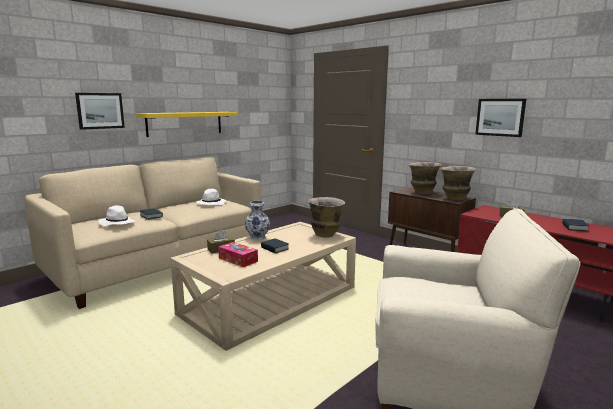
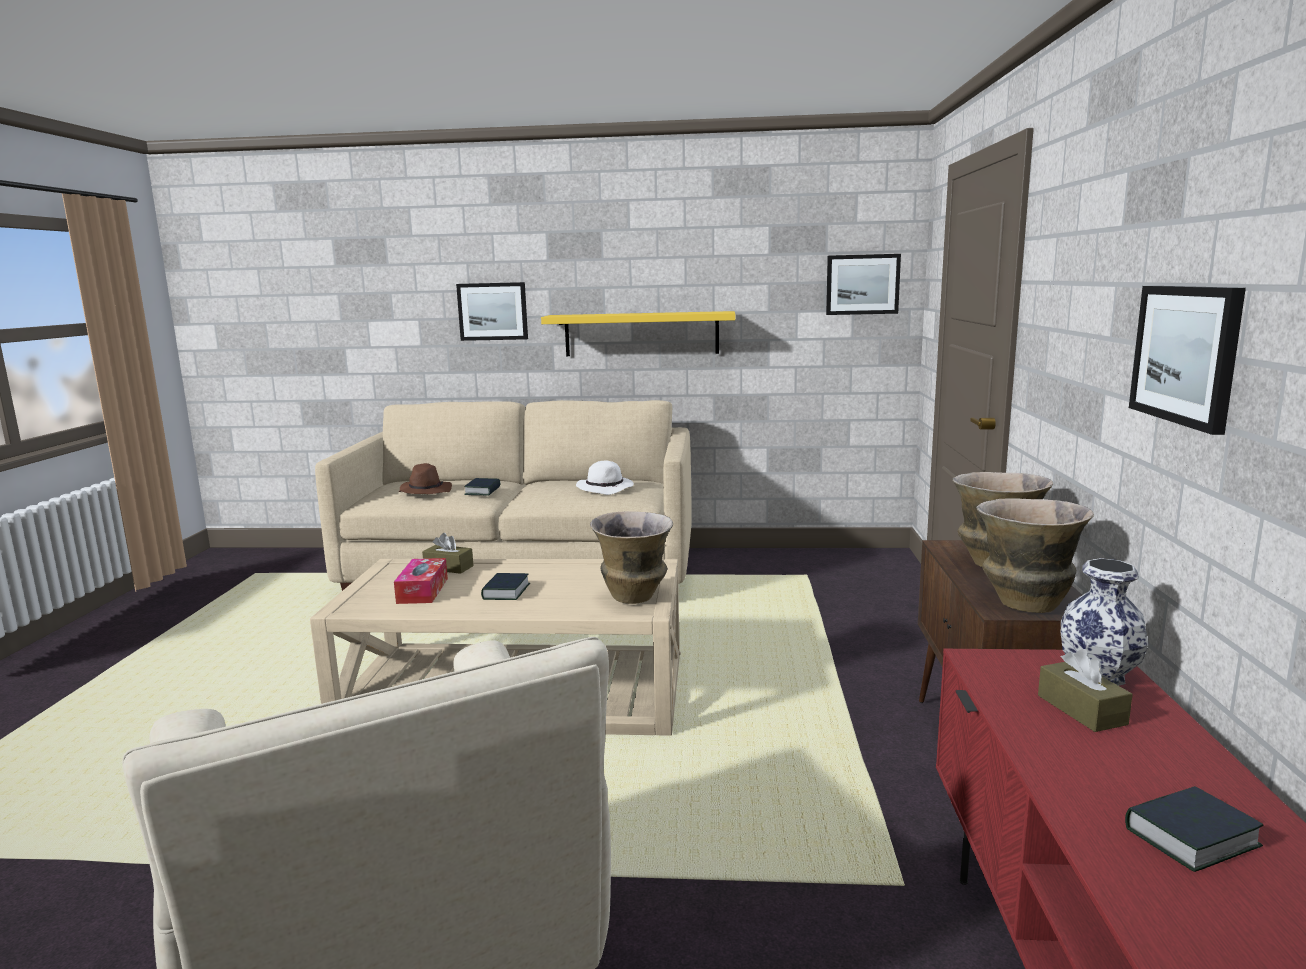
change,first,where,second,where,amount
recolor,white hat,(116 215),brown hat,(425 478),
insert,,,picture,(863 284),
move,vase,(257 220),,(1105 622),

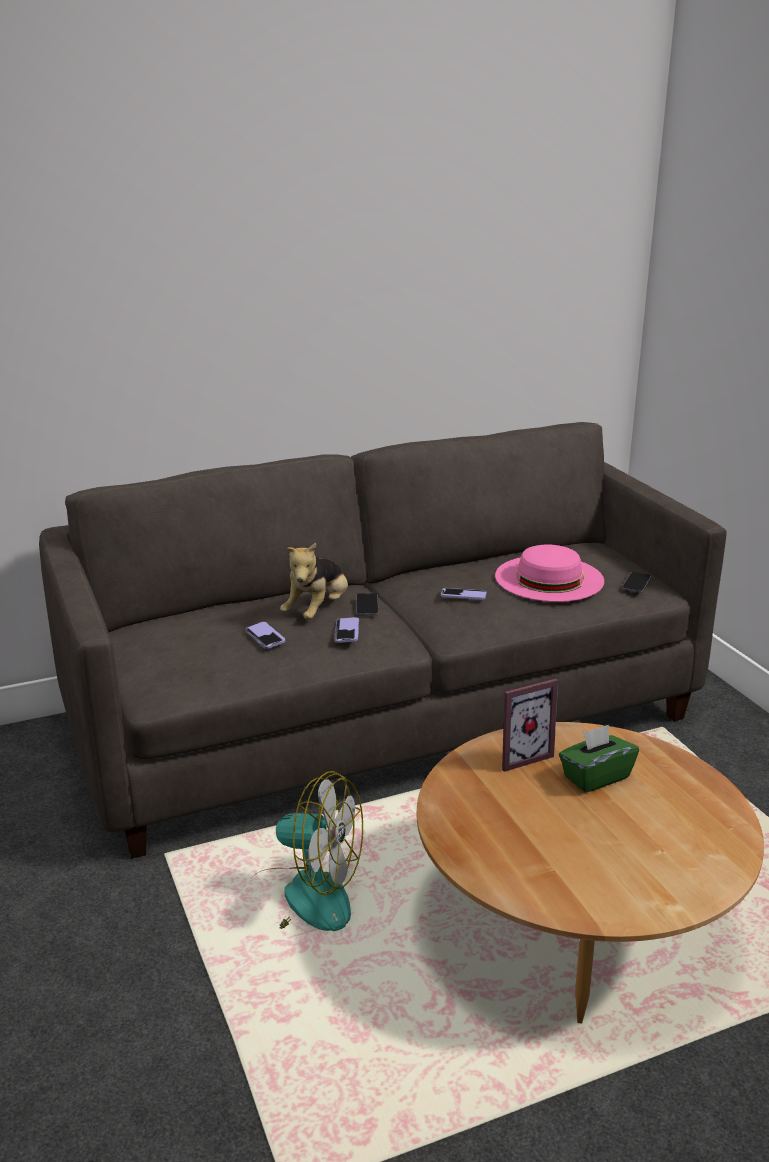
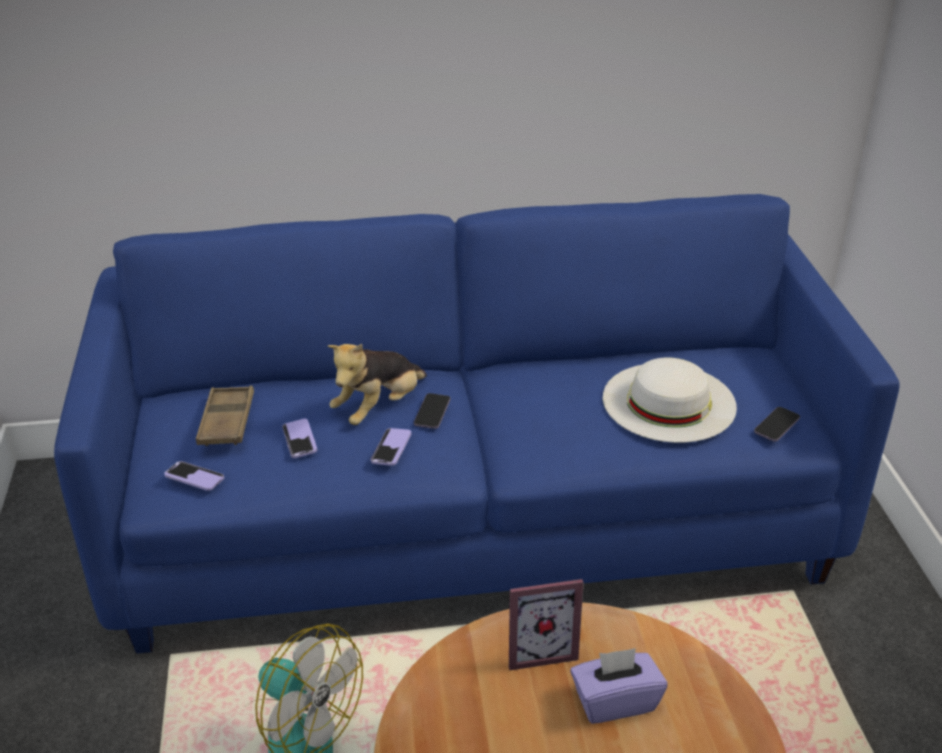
change,first,where,second,where,amount
recolor,grey sofa,(383 640),blue sofa,(477 424),
move,phone,(463 594),,(194 476),
insert,,,brown tray,(225 415),
recolor,green tissue box,(599 758),purple tissue box,(618 686),
recolor,pink hat,(549 573),white hat,(670 400),

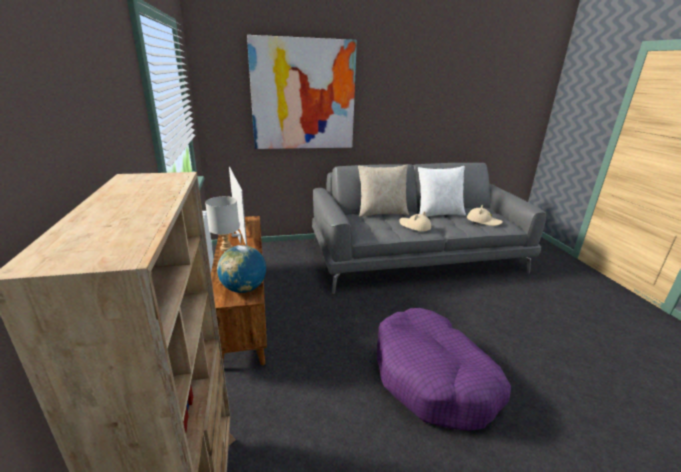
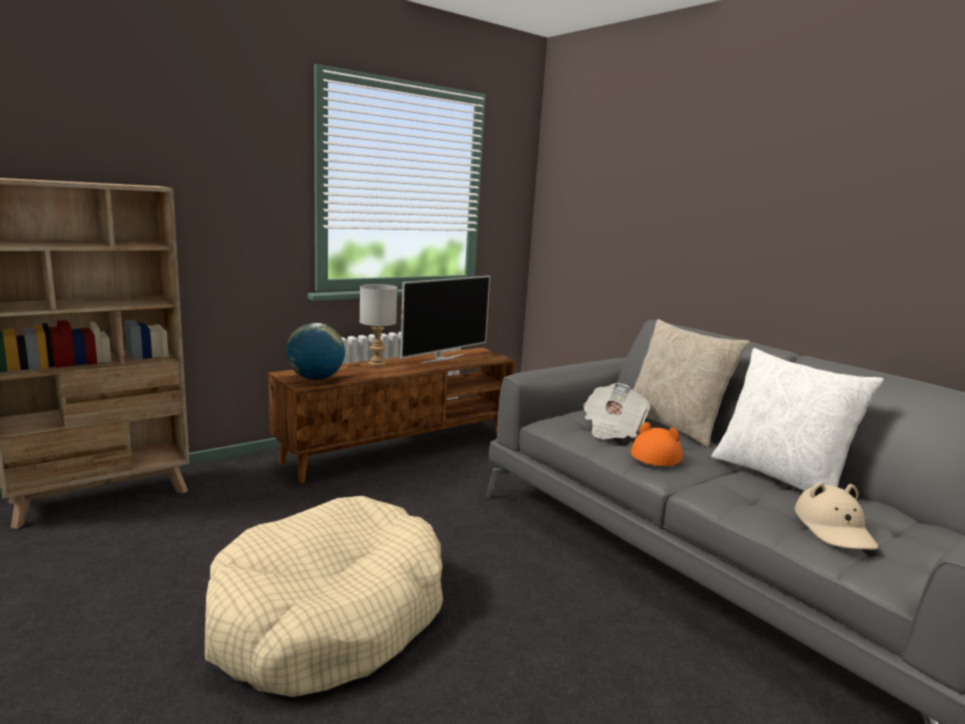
change,first,where,second,where,amount
recolor,purple dog bed,(444 369),beige dog bed,(324 596),
insert,,,newspaper,(616 411),
recolor,beige hat,(415 221),orange hat,(657 444),
delete,picture,(302 92),,,

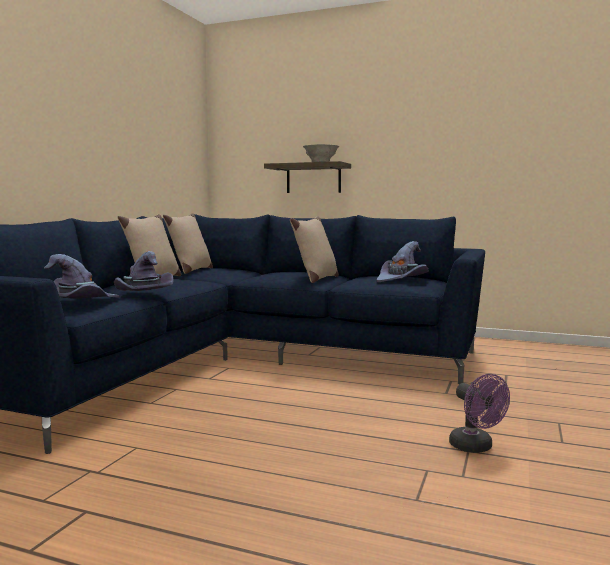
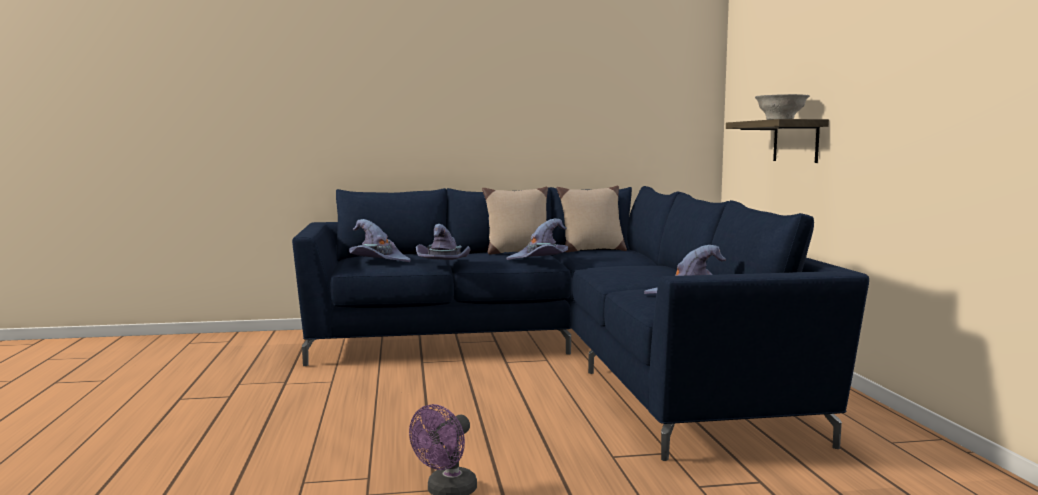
change,first,where,second,where,amount
insert,,,purple hat,(537 239),
delete,beige pillow,(314 249),,,

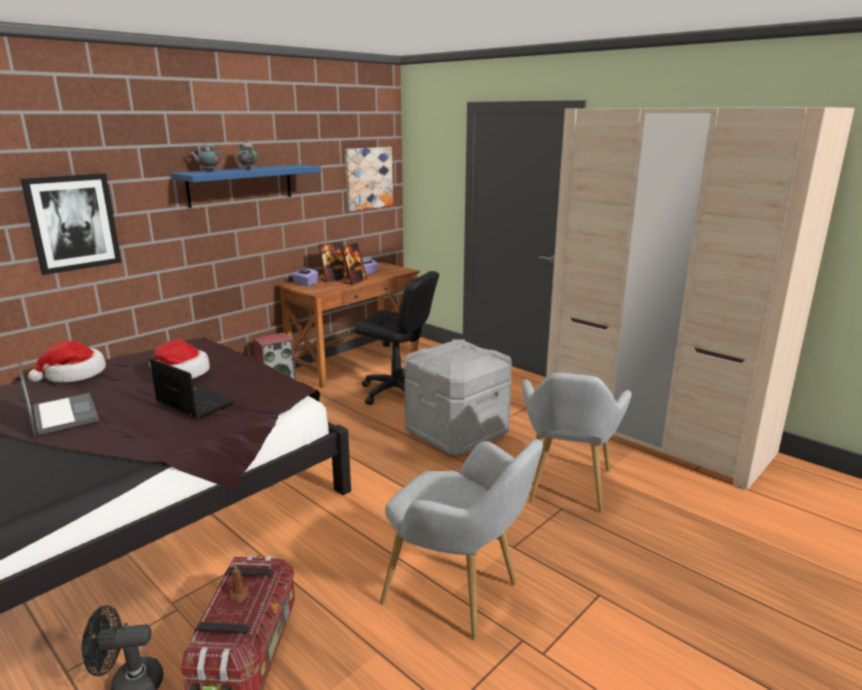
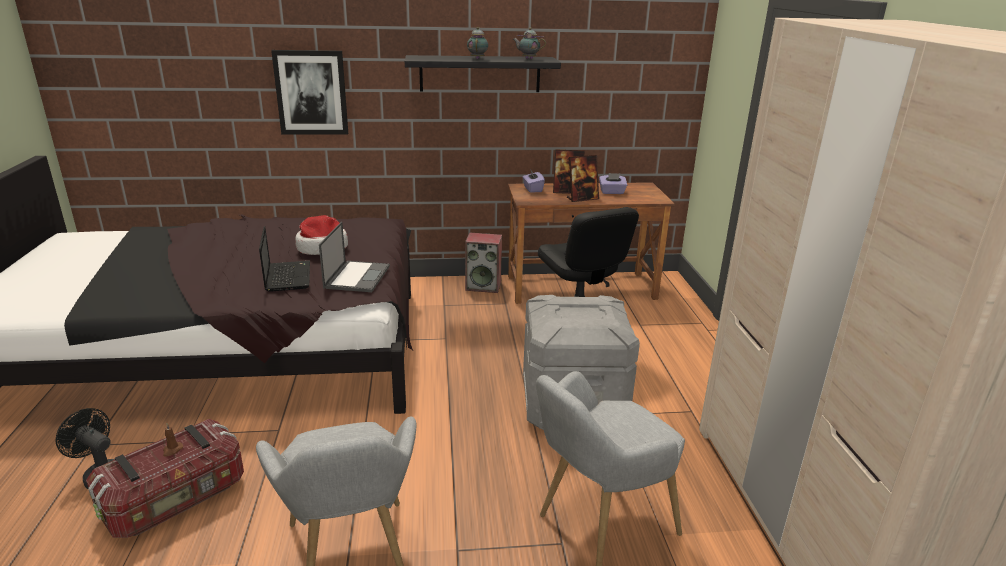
change,first,where,second,where,amount
move,laptop,(58 398),,(354 257),
recolor,blue shelf,(246 186),black shelf,(483 73),
move,teapot,(207 156),,(529 43),
delete,hat,(67 361),,,
delete,picture,(369 179),,,

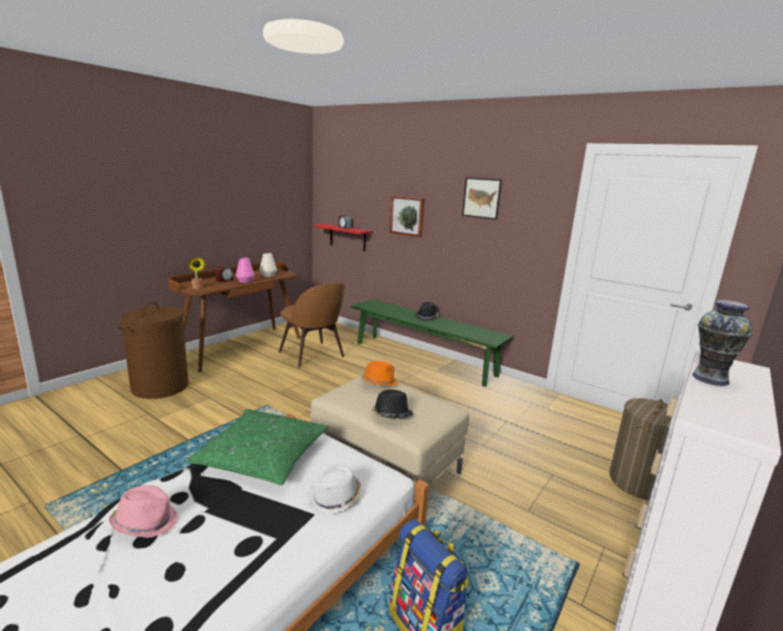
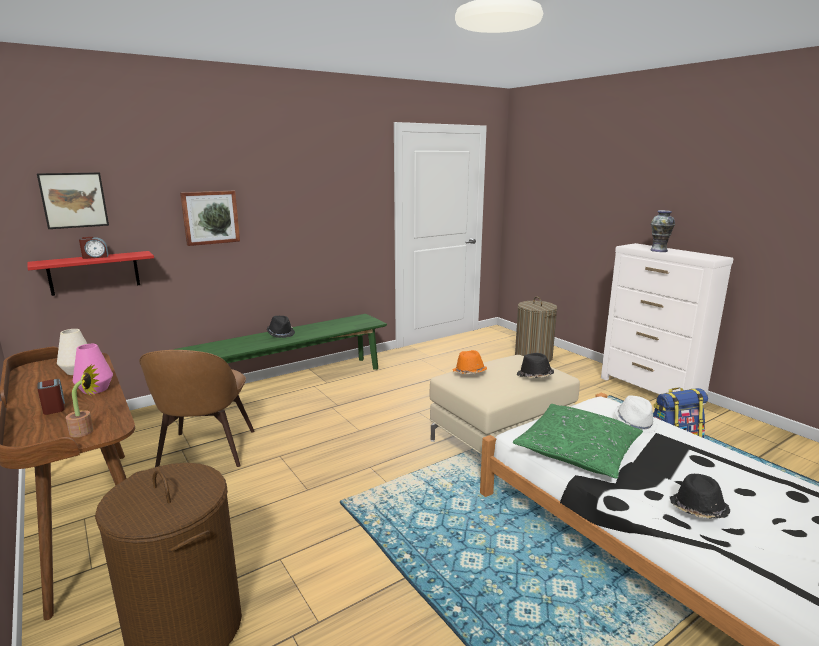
change,first,where,second,where,amount
move,picture,(482 198),,(73 200),
rotate,brown chair,(312 325),,(197 408),105 degrees clockwise
recolor,pink hat,(143 511),black hat,(700 496),

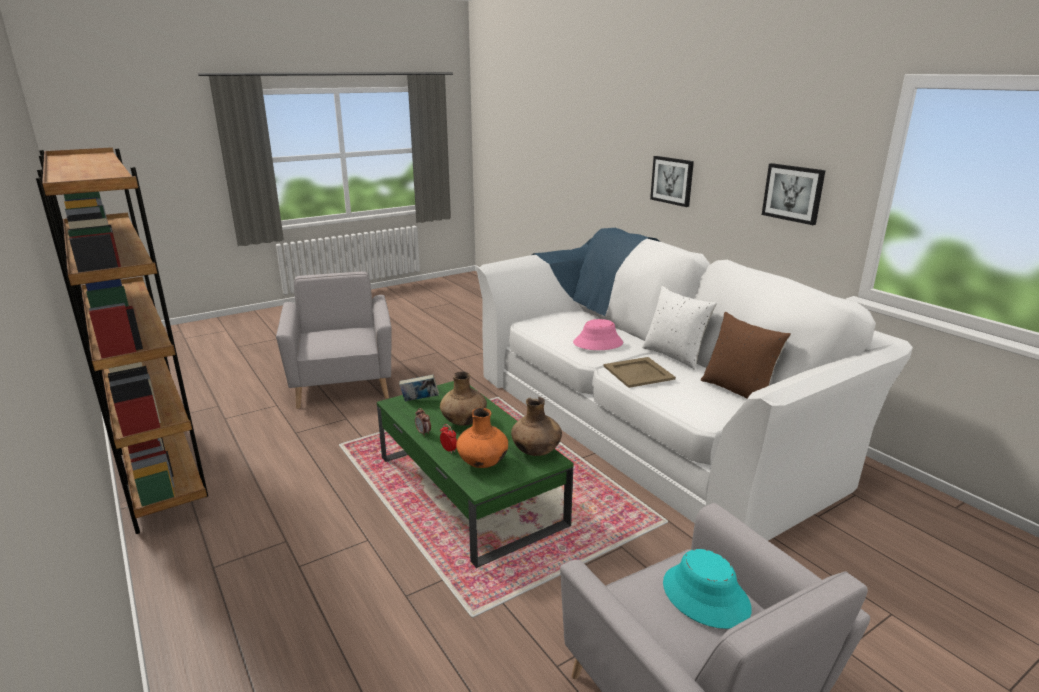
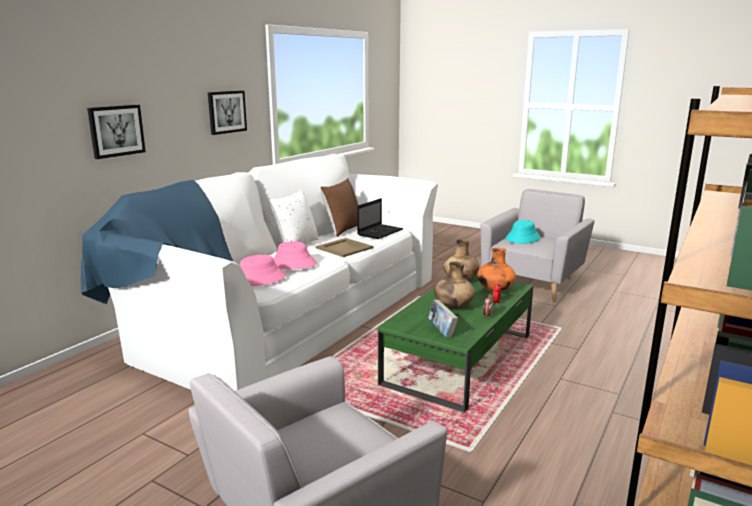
change,first,where,second,where,amount
insert,,,pink hat,(263 270),
insert,,,laptop,(380 218),

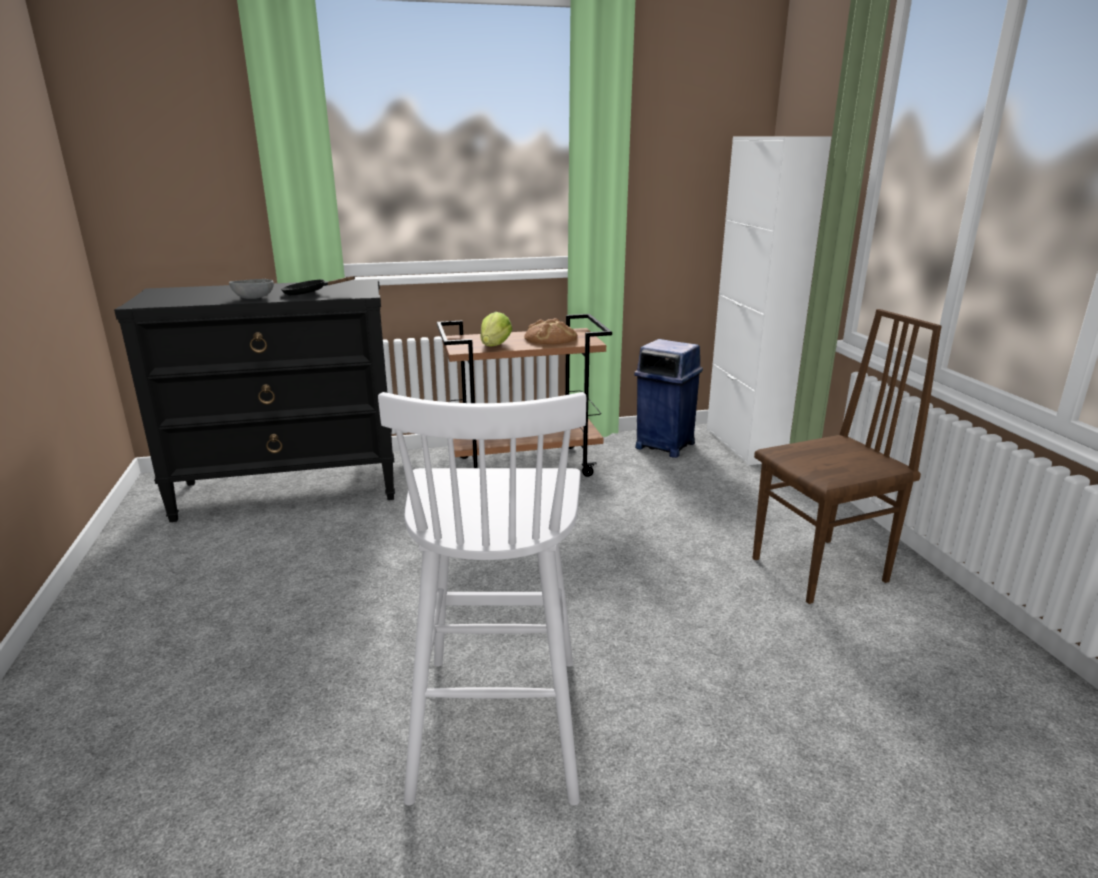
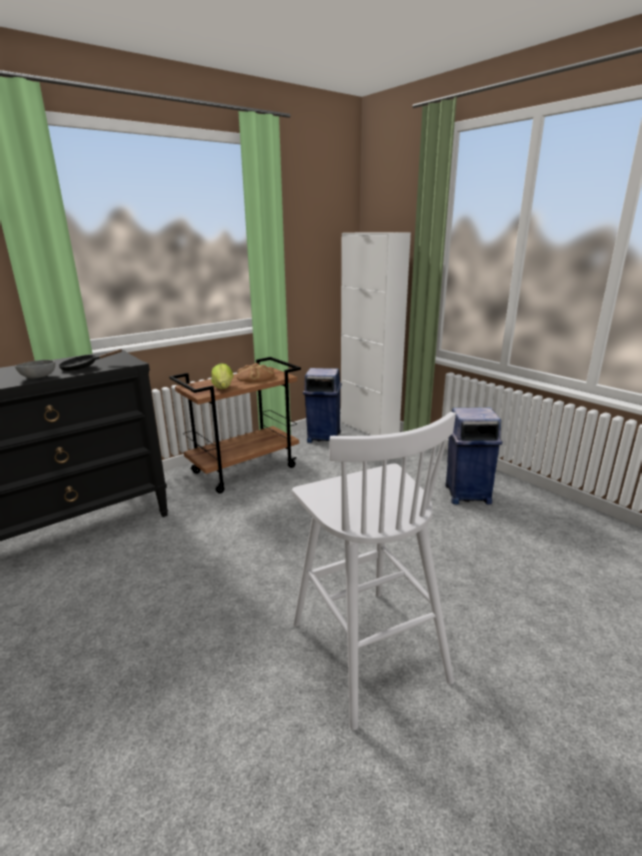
change,first,where,second,where,amount
replace,brown chair,(847 456),blue trash can,(473 455),

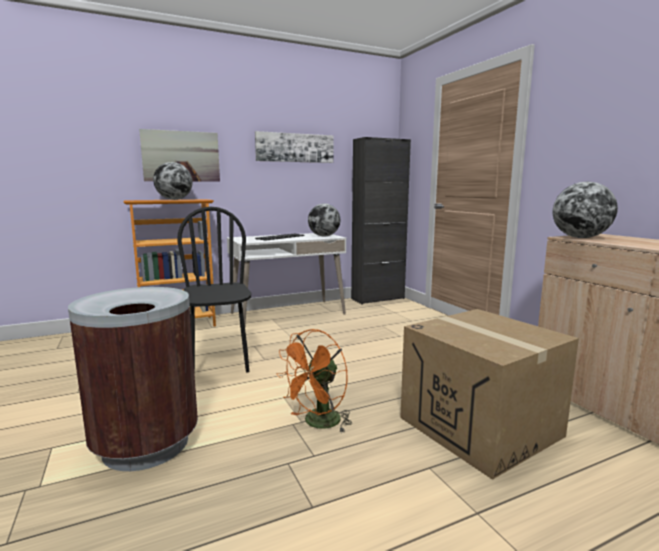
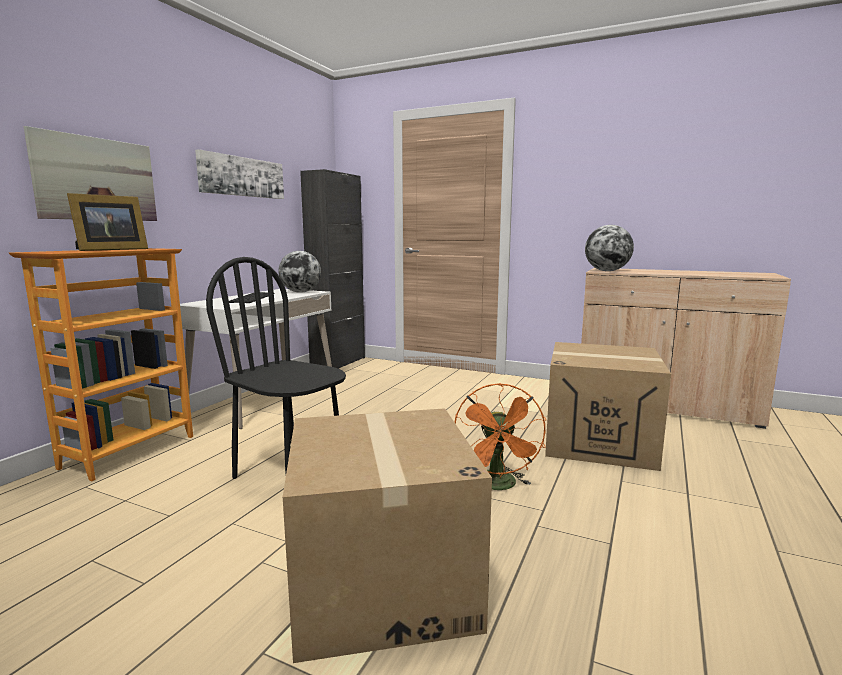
change,first,where,second,where,amount
replace,globe,(173 181),picture frame,(107 222),
replace,brown trash can,(133 379),cardboard box,(387 535),

